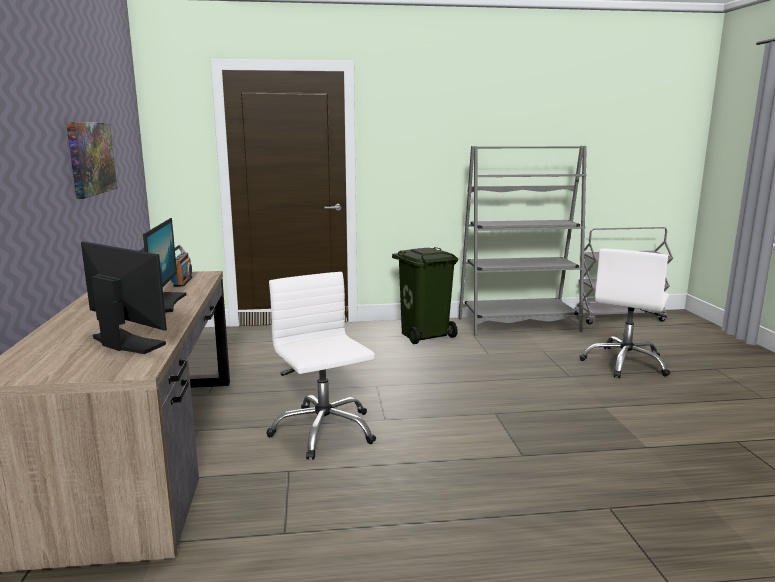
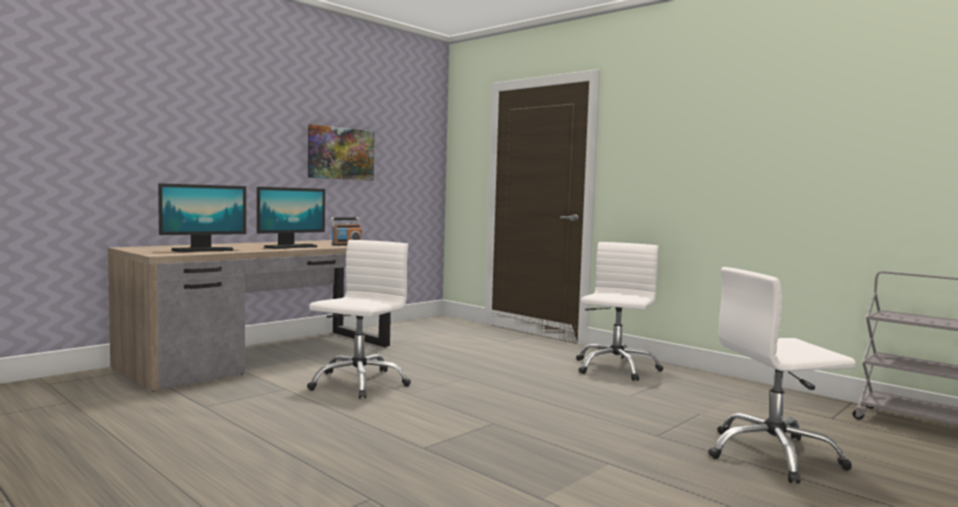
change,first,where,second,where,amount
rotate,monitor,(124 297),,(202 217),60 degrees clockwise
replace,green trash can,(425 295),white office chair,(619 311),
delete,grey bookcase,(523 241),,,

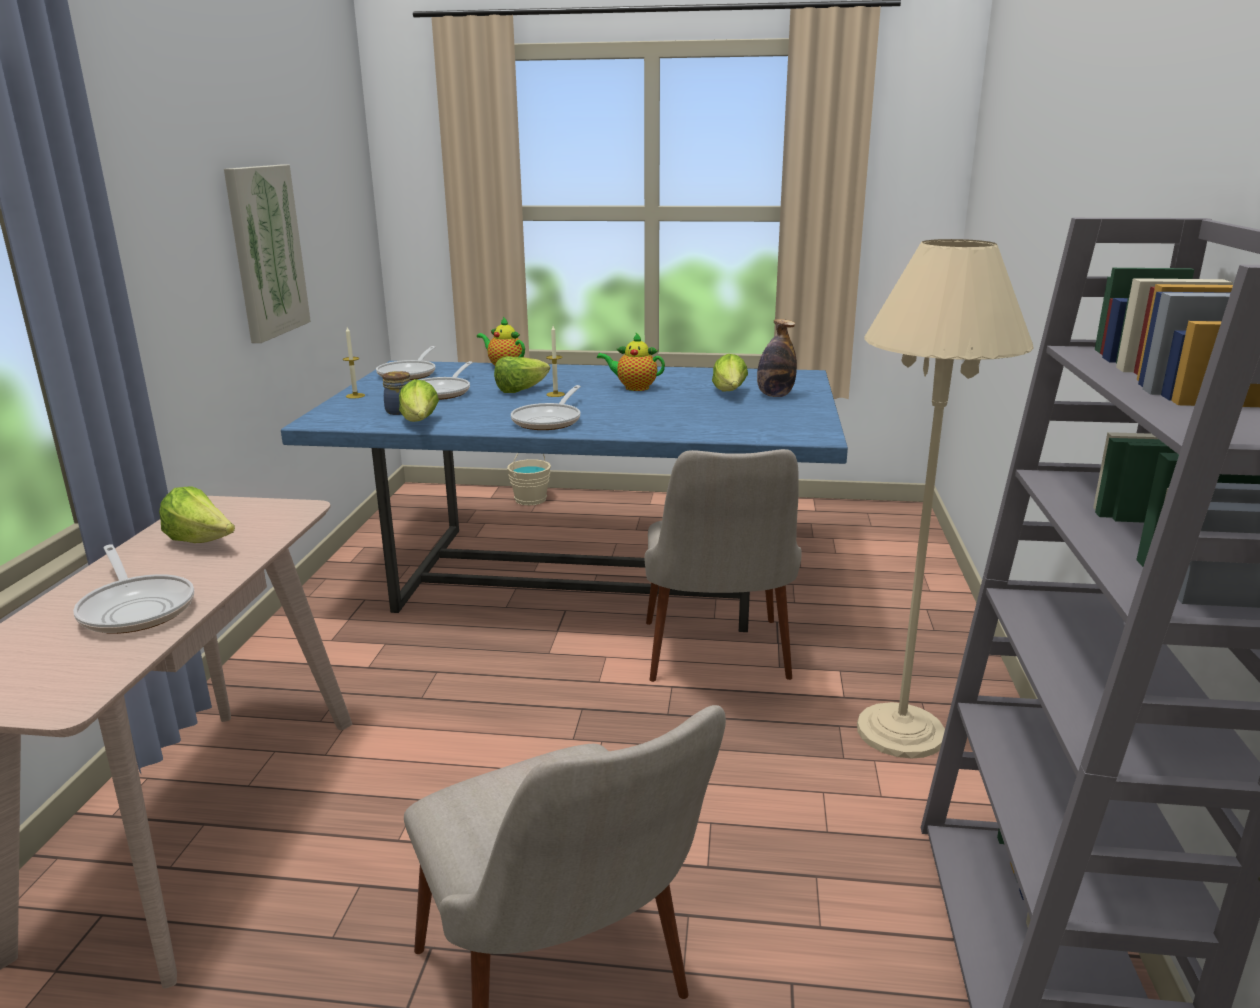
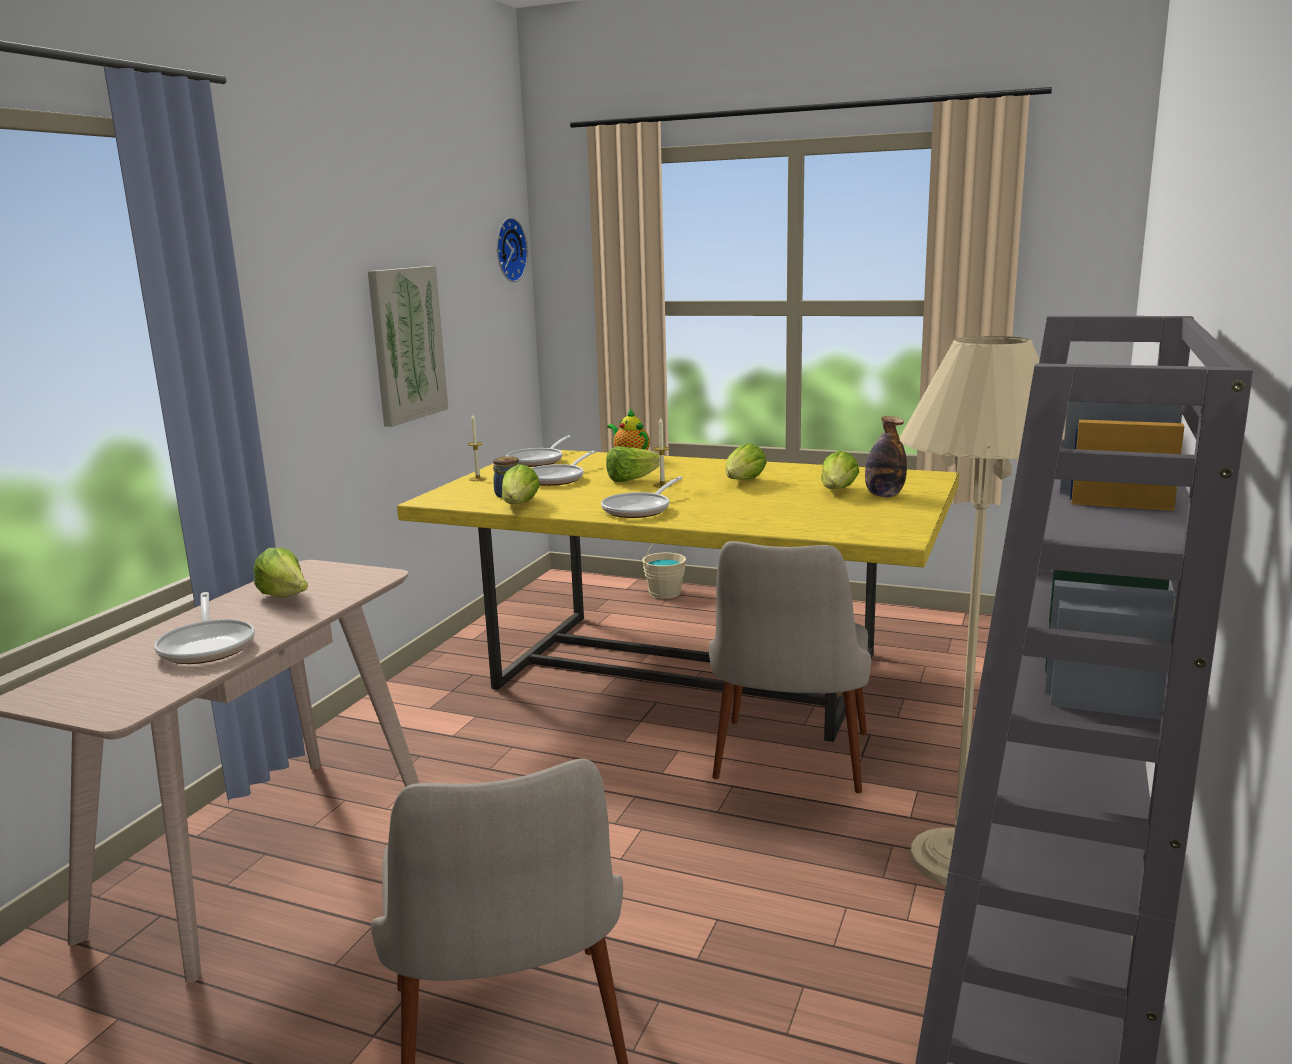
change,first,where,second,where,amount
recolor,blue dining table,(564 496),yellow dining table,(678 596),
insert,,,wall clock,(512 249),
replace,teapot,(631 362),lettuce,(746 461),

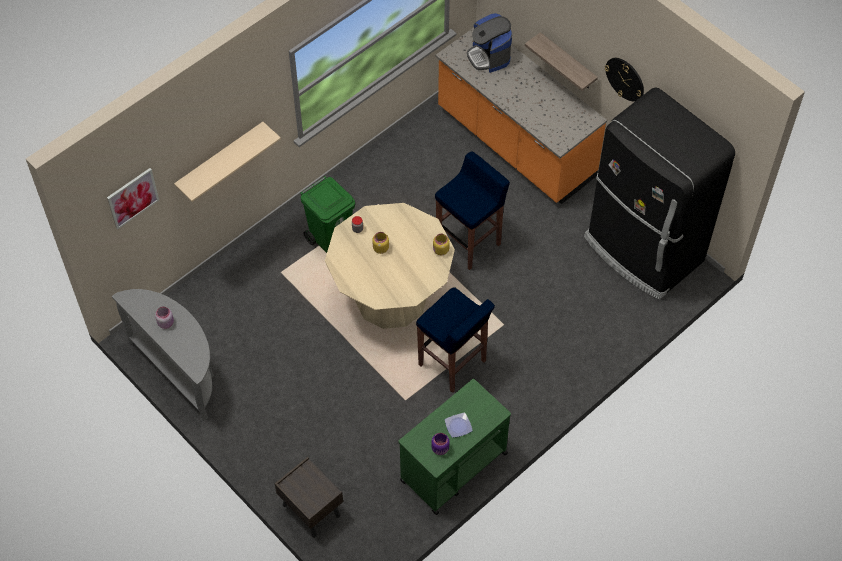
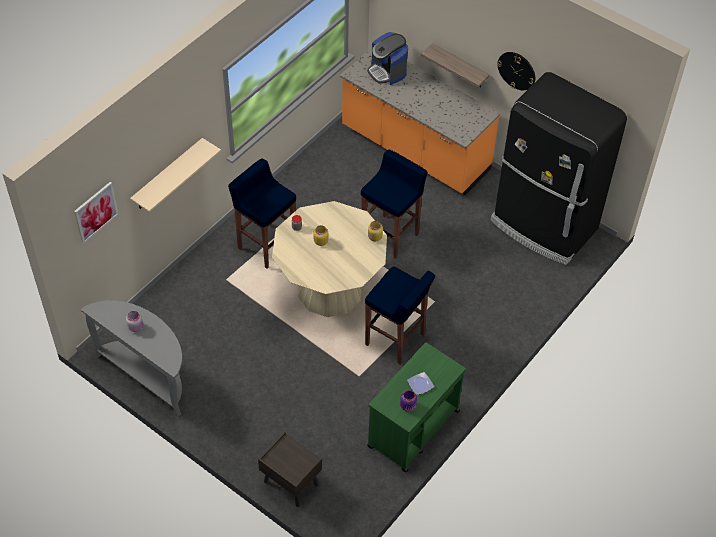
change,first,where,second,where,amount
replace,green trash can,(327 214),blue stool,(262 213),

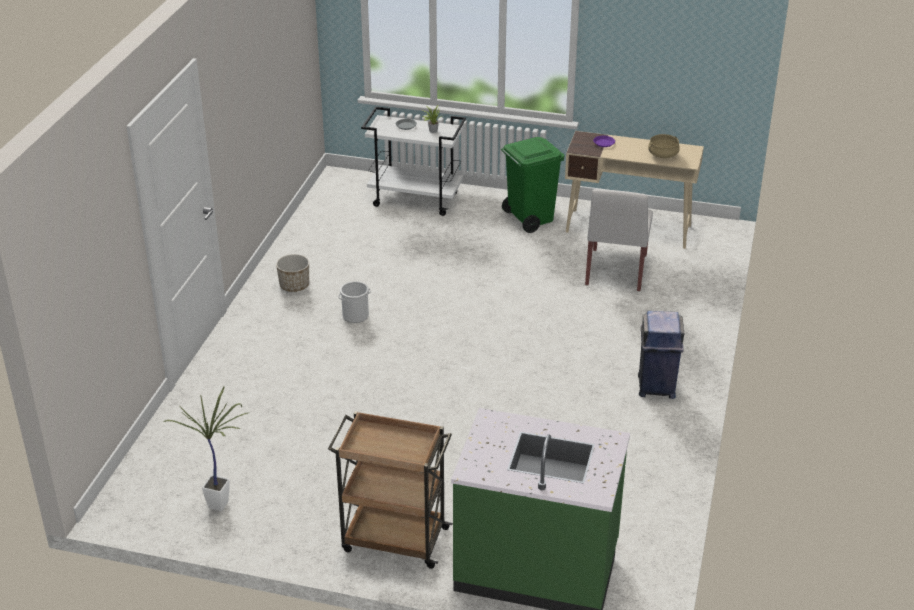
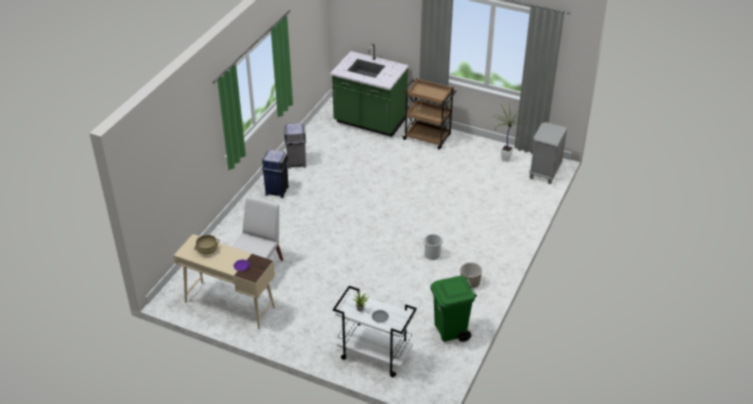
change,first,where,second,where,amount
insert,,,grey trash can,(295 146),
move,green trash can,(532 185),,(453 309),
insert,,,grey nightstand,(548 153),

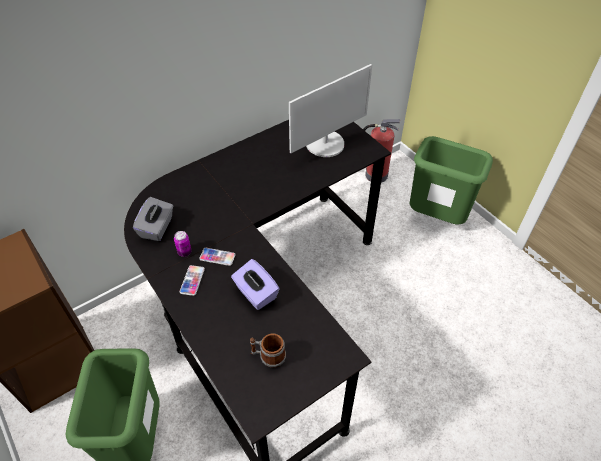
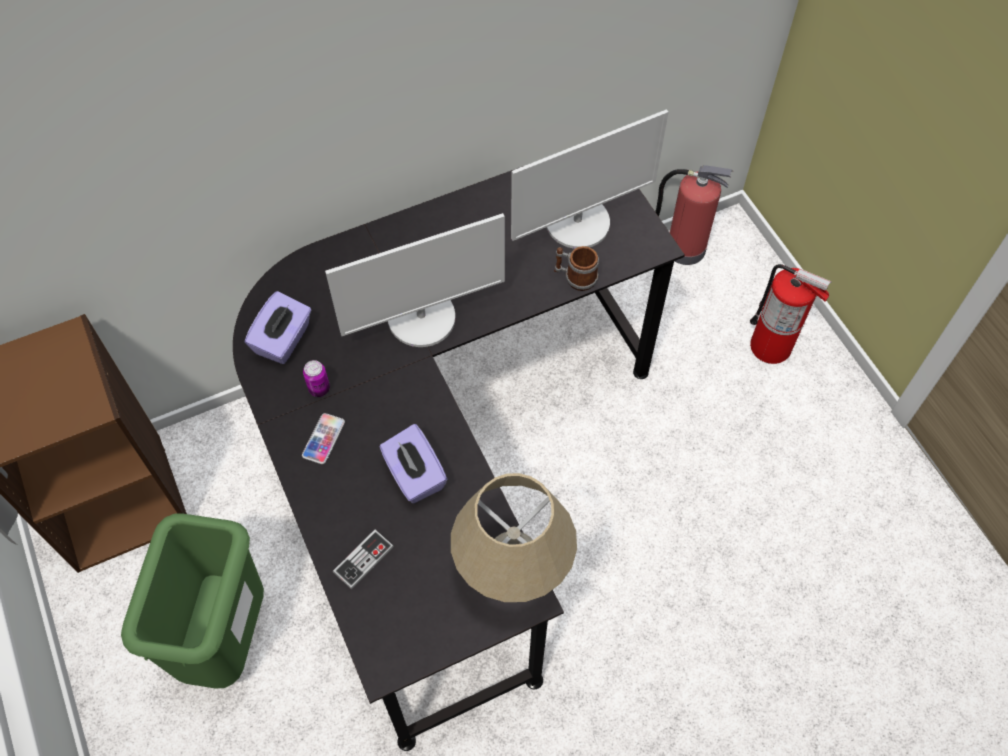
change,first,where,second,where,amount
recolor,grey tissue box,(153 219),purple tissue box,(278 327),
insert,,,monitor,(415 280),
insert,,,game controller,(363 559),
insert,,,beige table lamp,(514 537),
move,mug,(268 351),,(576 268),
replace,green trash can,(451 180),fire extinguisher,(791 314),
delete,phone,(217 257),,,

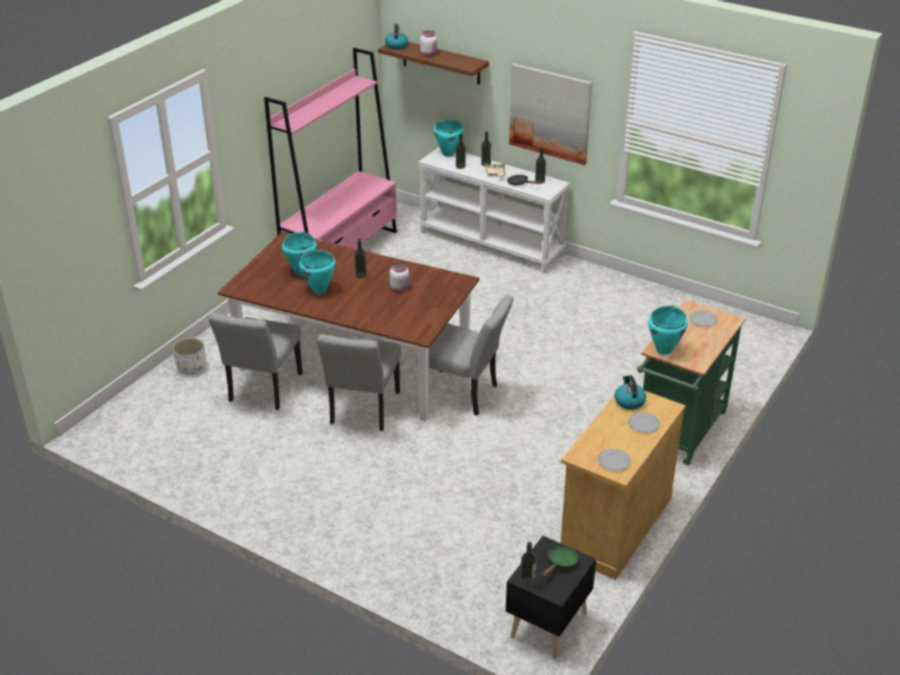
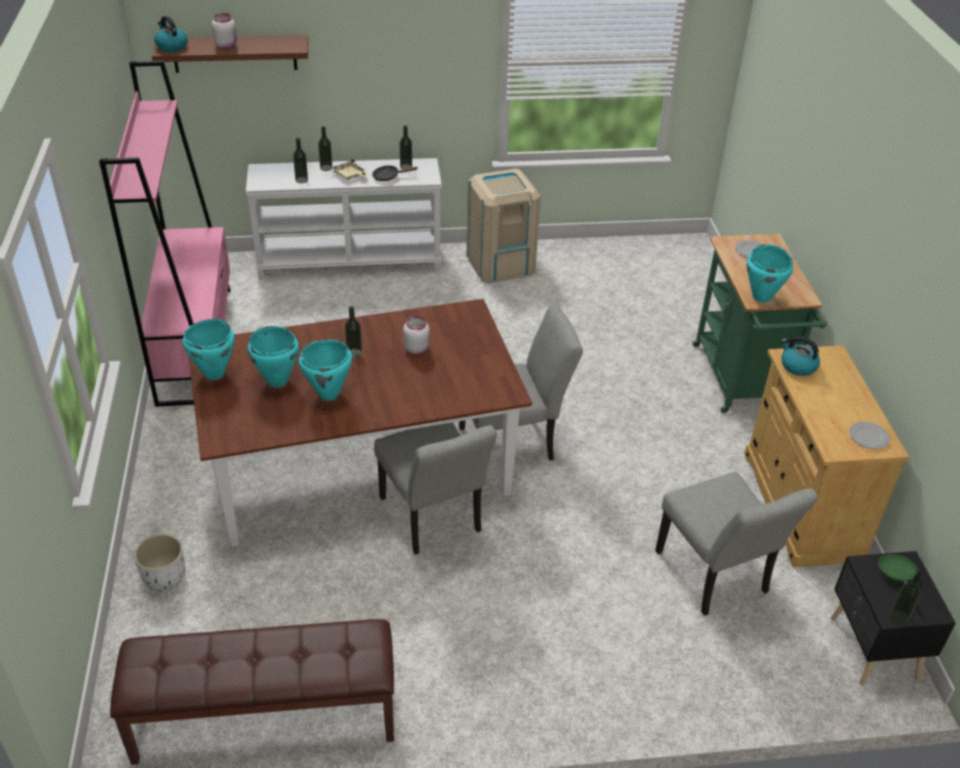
change,first,where,second,where,amount
insert,,,brown bench,(252 692),
move,turquoise cooking pot,(448 138),,(208 349),
insert,,,beige trash can,(503 225),
move,grey chair,(256 361),,(736 544),
delete,picture,(550 114),,,
delete,plate,(644 422),,,

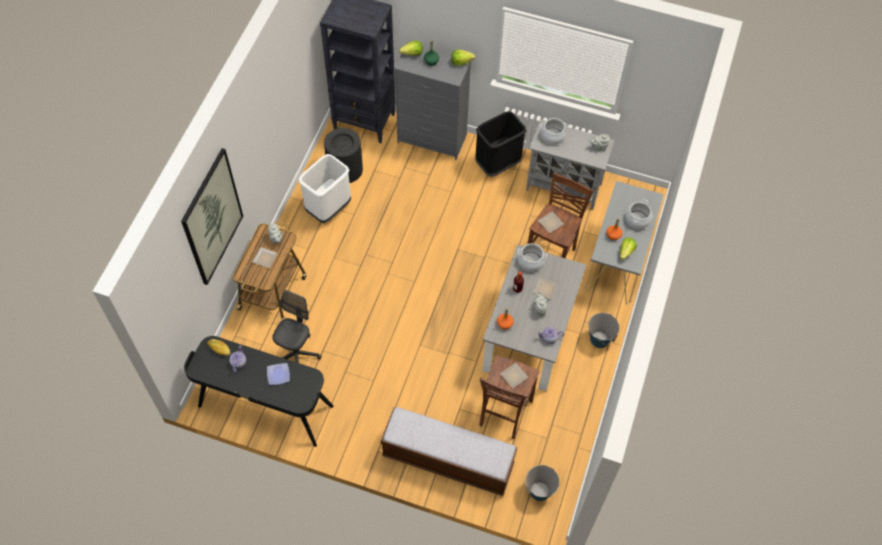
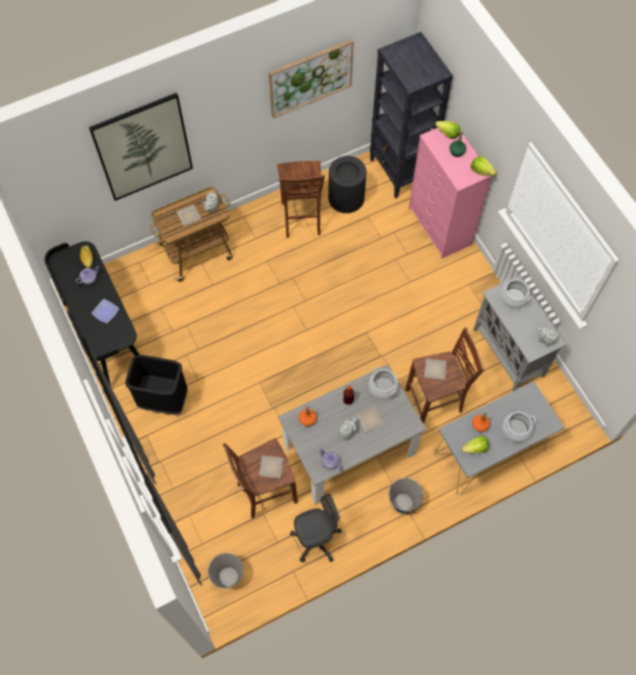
change,first,where,second,where,amount
move,black trash can,(500 144),,(156 385),
insert,,,picture,(311 78),
replace,white trash can,(324 188),brown stool,(301 199),
move,grey office chair,(296 326),,(316 528),
recolor,grey dresser,(432 101),pink dresser,(450 190),
delete,bench,(449 451),,,

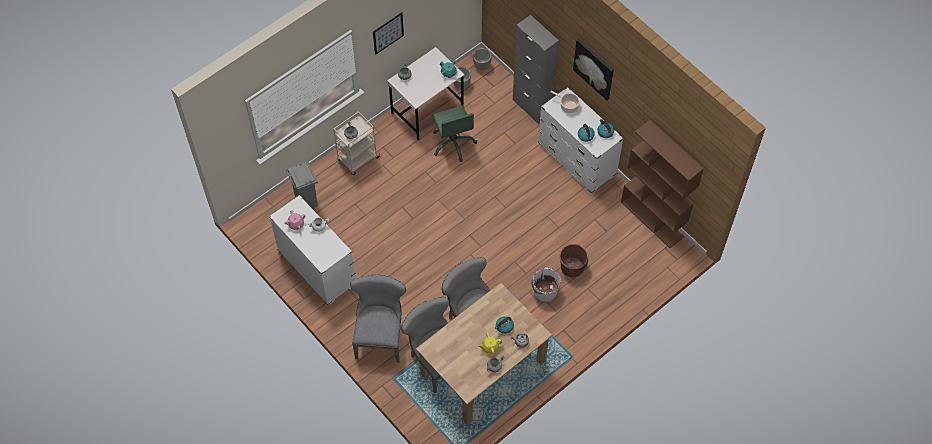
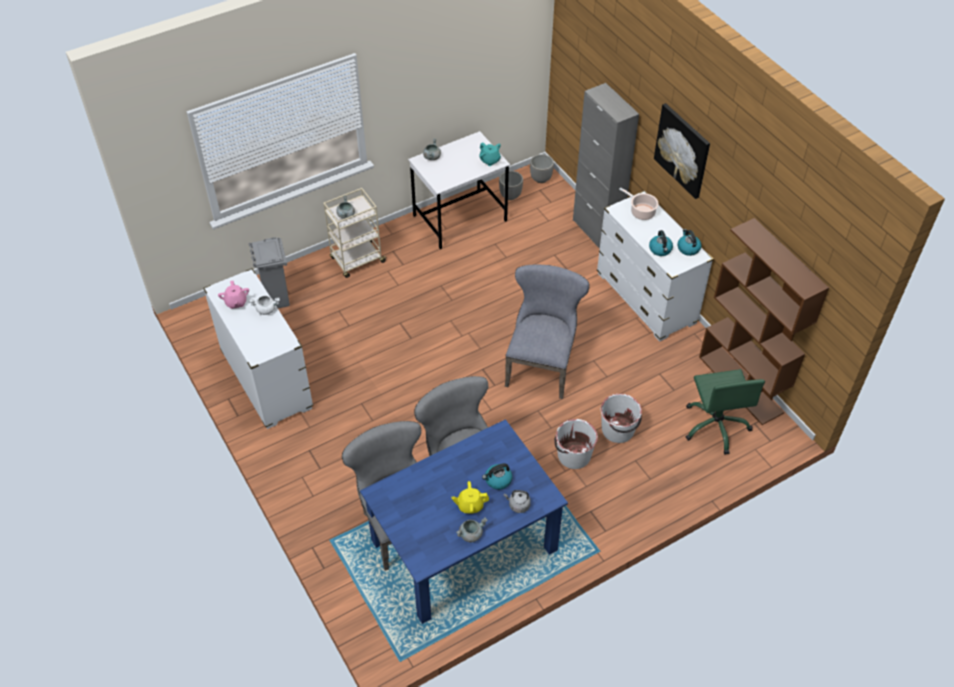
change,first,where,second,where,amount
recolor,brown dining table,(484 354),blue dining table,(464 521),
move,grey chair,(378 319),,(547 332),
recolor,brown bucket,(574 260),white bucket,(621 418),
move,green office chair,(454 133),,(725 412),
delete,picture,(388 33),,,

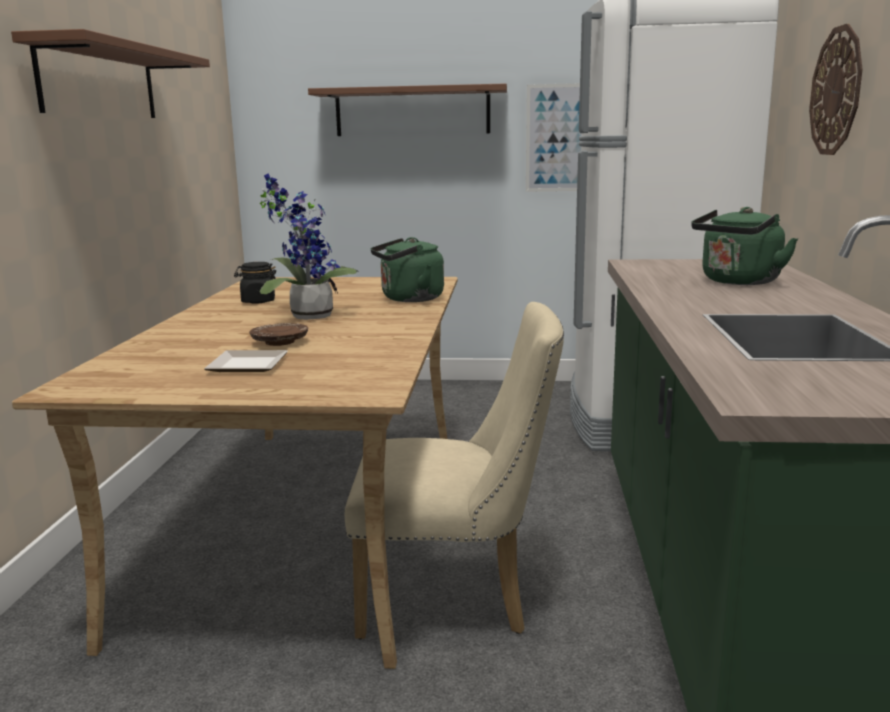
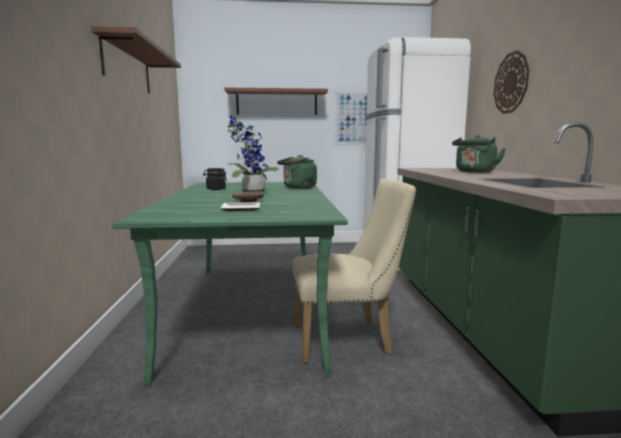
change,first,where,second,where,amount
recolor,beige dining table,(235 473),green dining table,(230 283),

